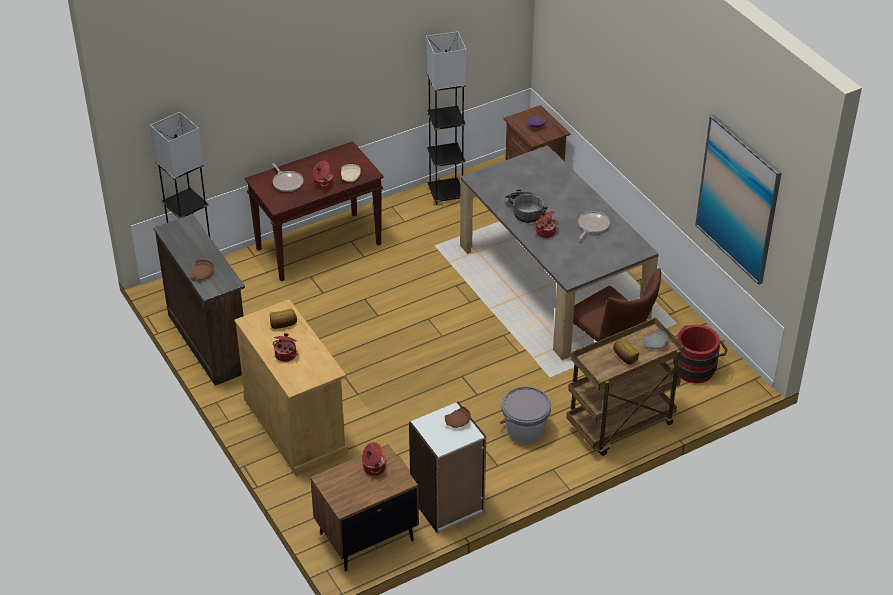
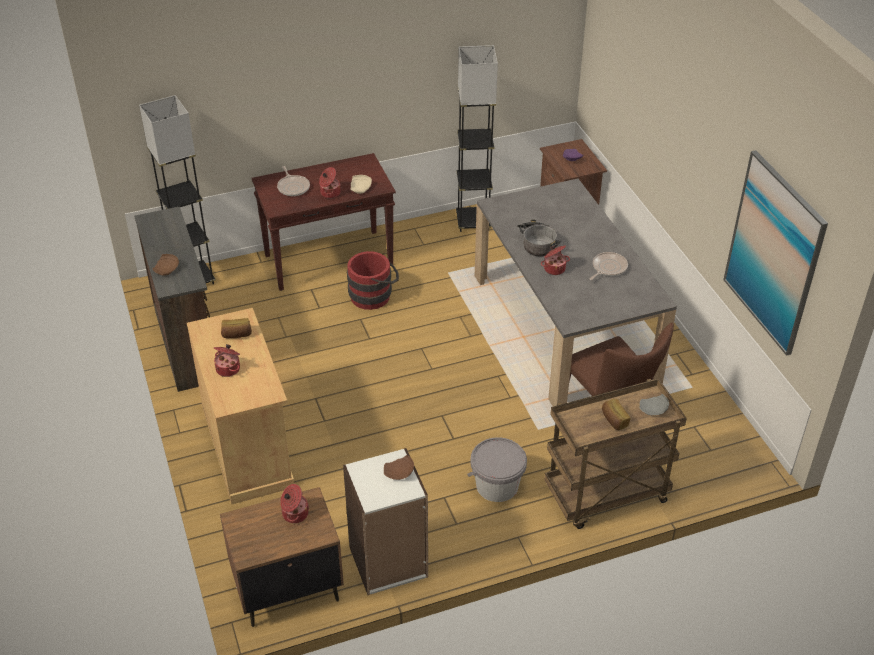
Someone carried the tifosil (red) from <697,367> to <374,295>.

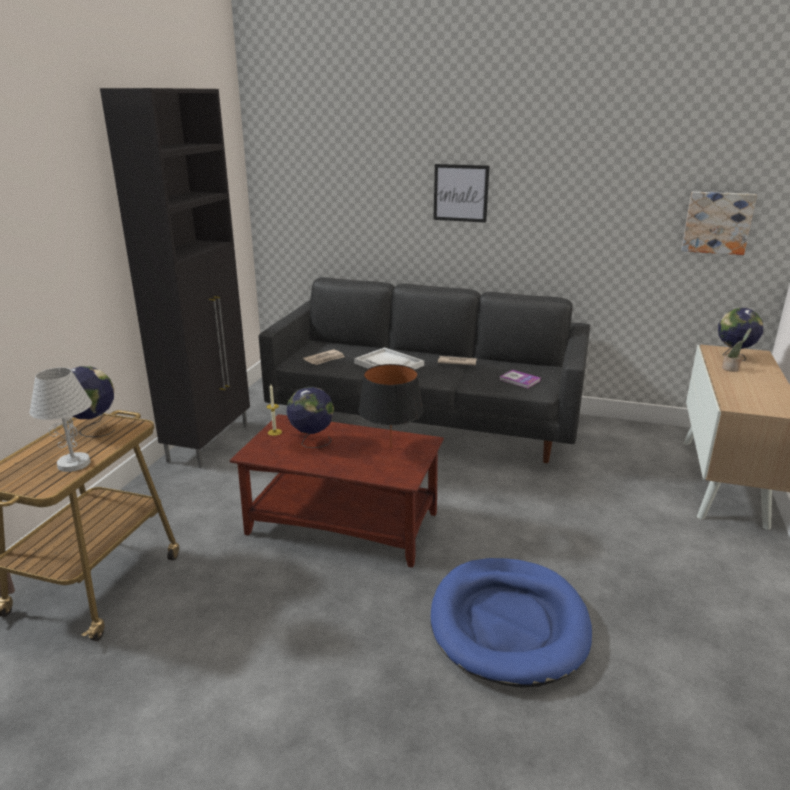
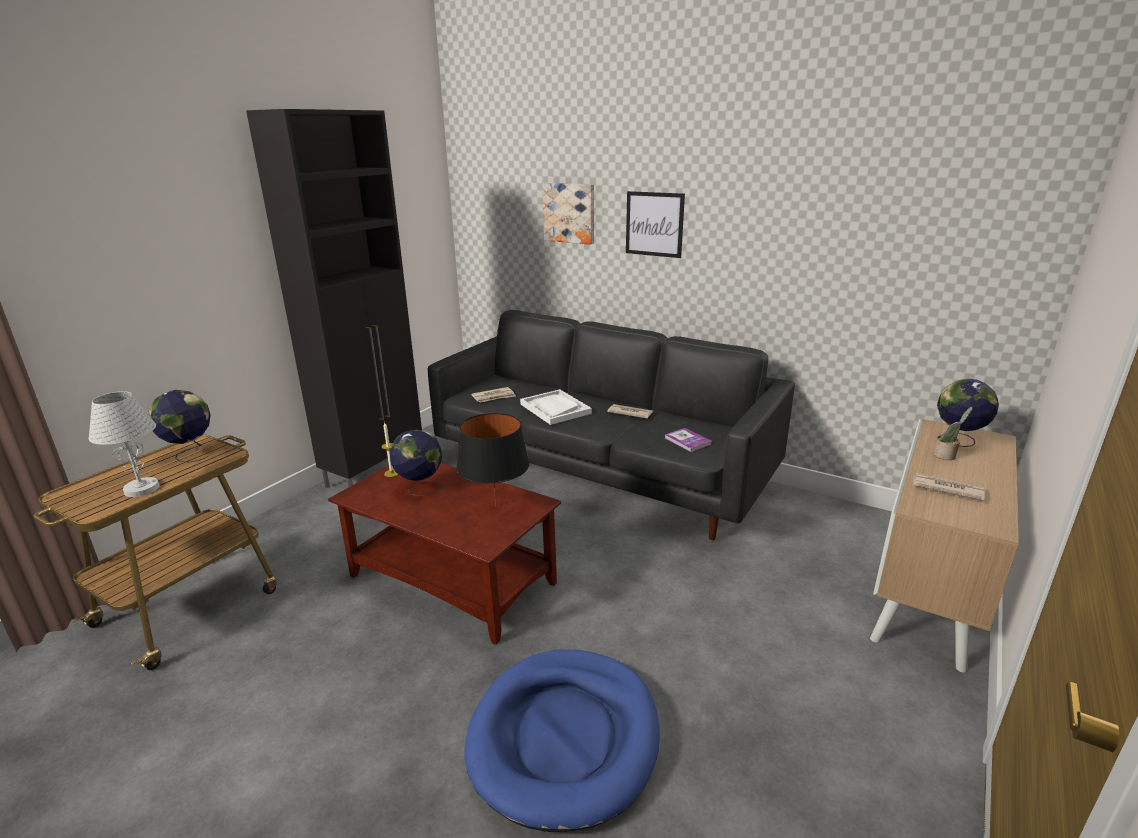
Someone carried the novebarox from <717,222> to <570,213>.
Someone put down the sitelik at <946,488>.

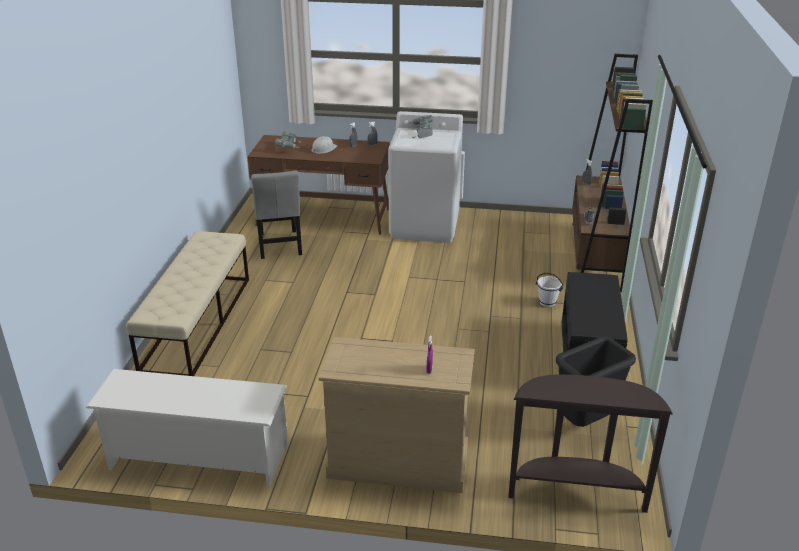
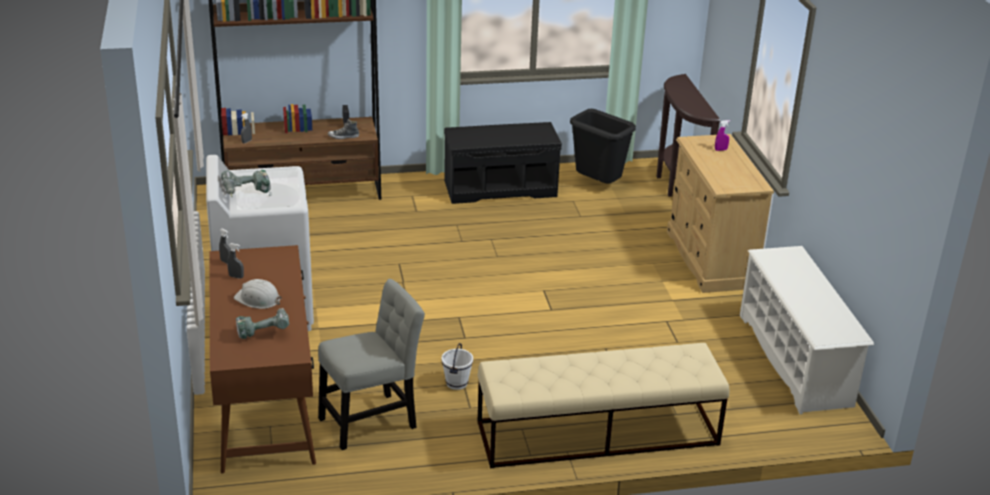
Someone carried the tifosil (white) from <547,303> to <457,383>.

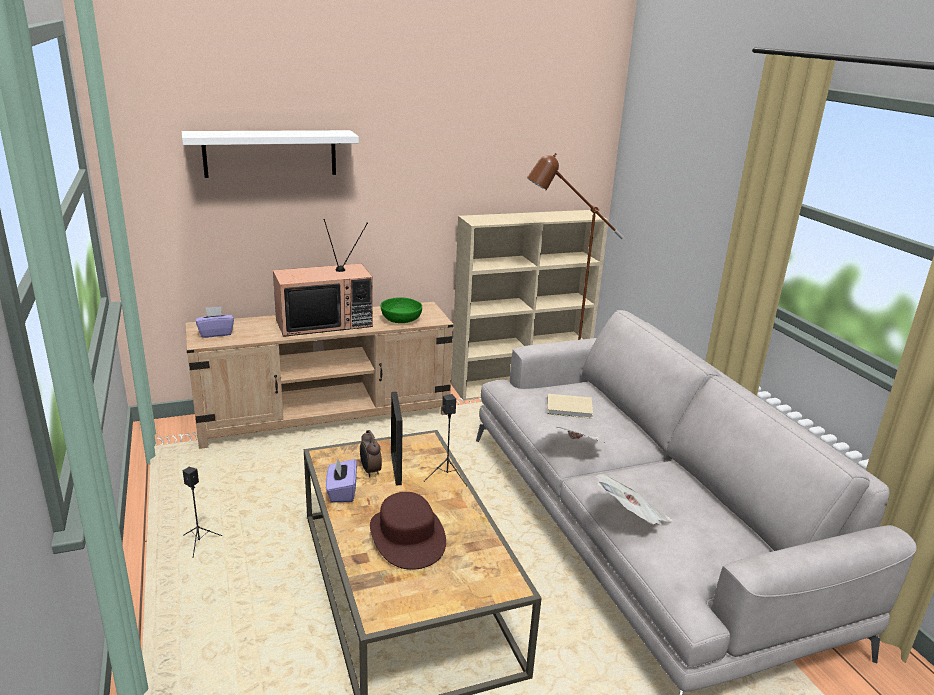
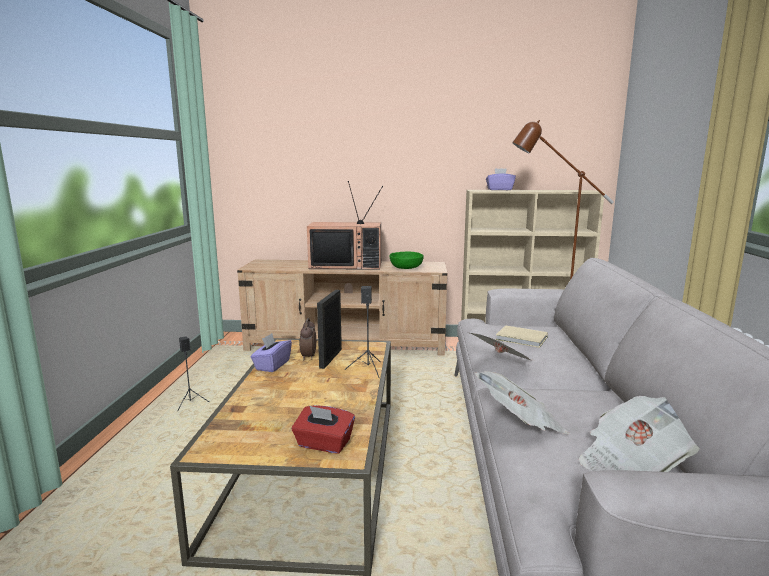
Someone took away the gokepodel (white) at <270,153>.
Someone carried the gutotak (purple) from <216,333> to <499,190>.
Someone took away the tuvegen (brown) at <407,537>.
Someone put down the sitelik at <632,463>.
Someone put down the gutotak (red) at <323,444>.

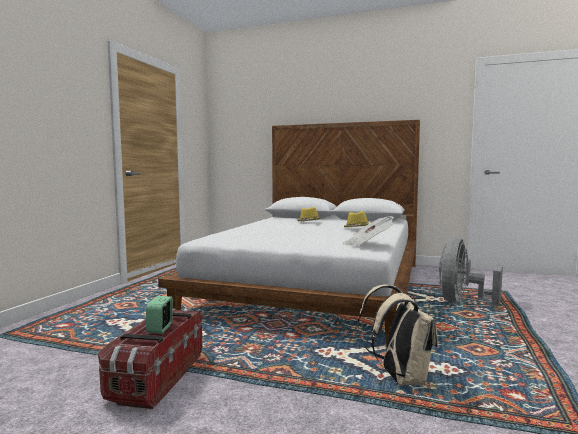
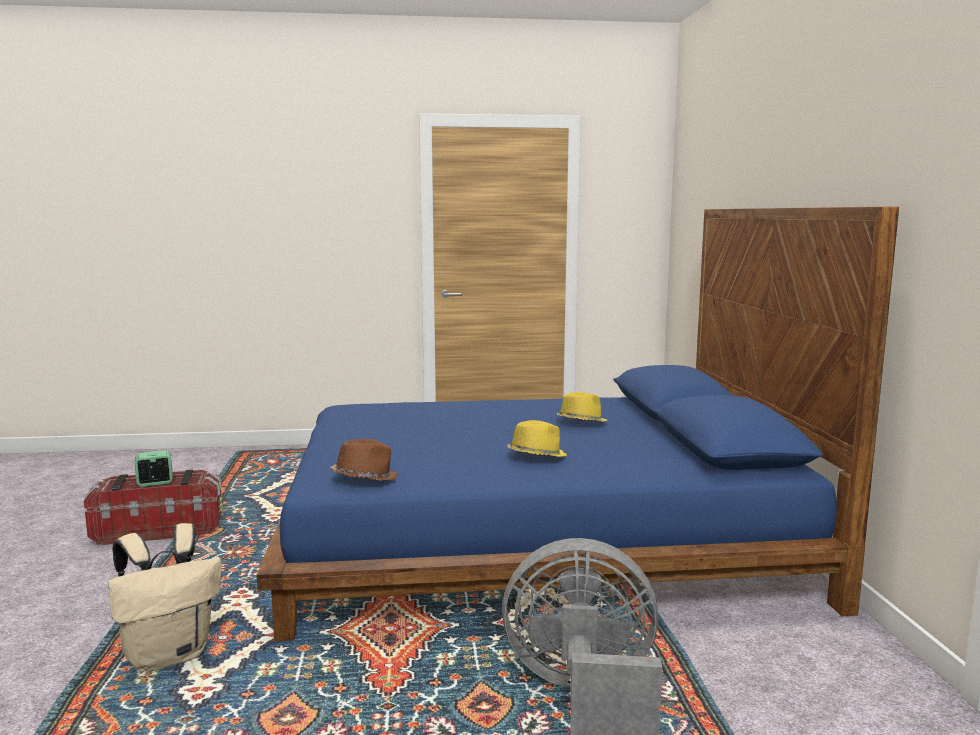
Someone repainted the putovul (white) at <316,286>, which became the putovul (blue) at <536,541>.
Someone swapped the sitelik at <368,244> for the tuvegen (brown) at <364,478>.

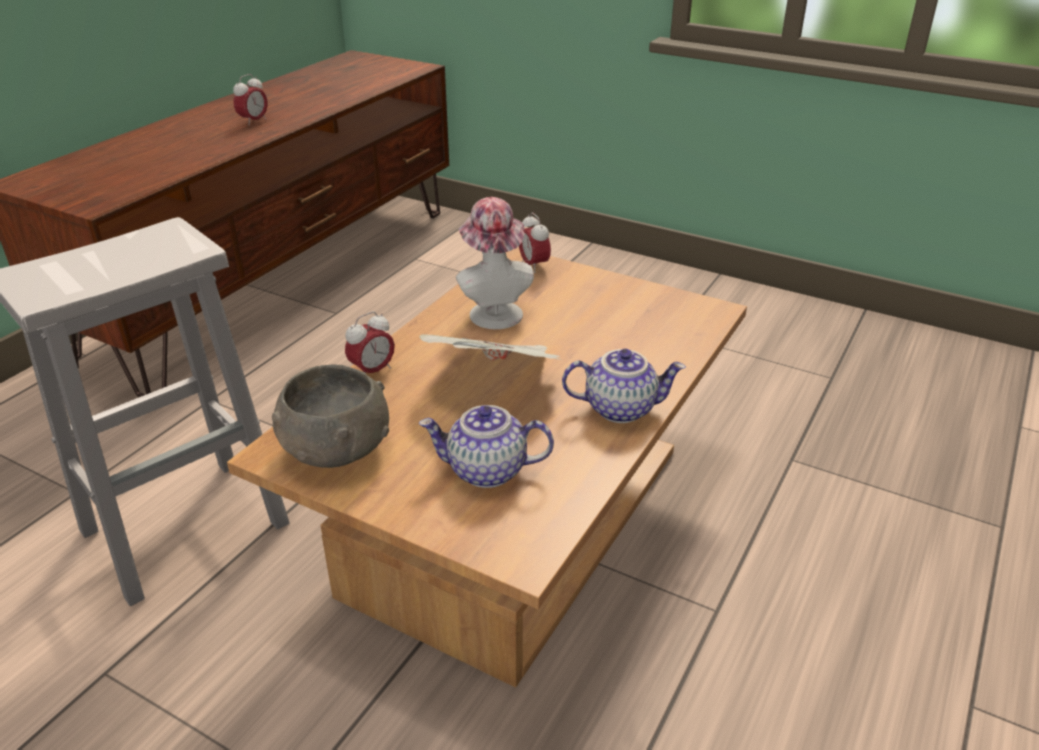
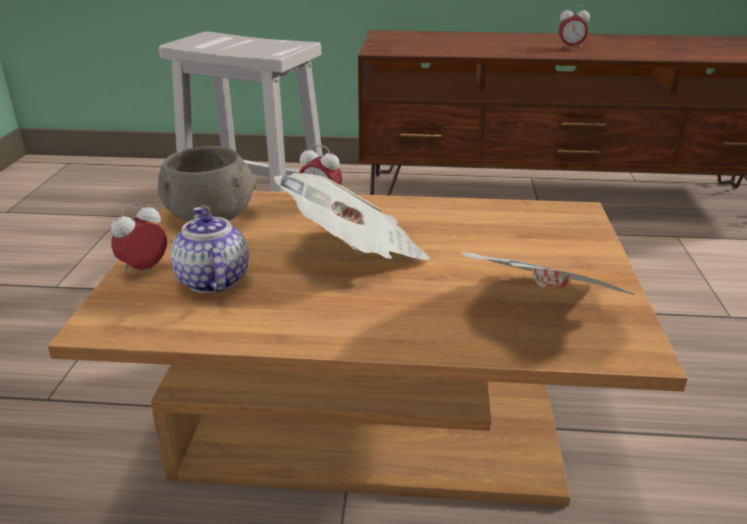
Someone took away the tuvegen at <493,311>.
Someone carried the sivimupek from <534,265> to <144,269>.
Someone took away the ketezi at <620,408>.
Someone put down the sitelik at <544,311>.

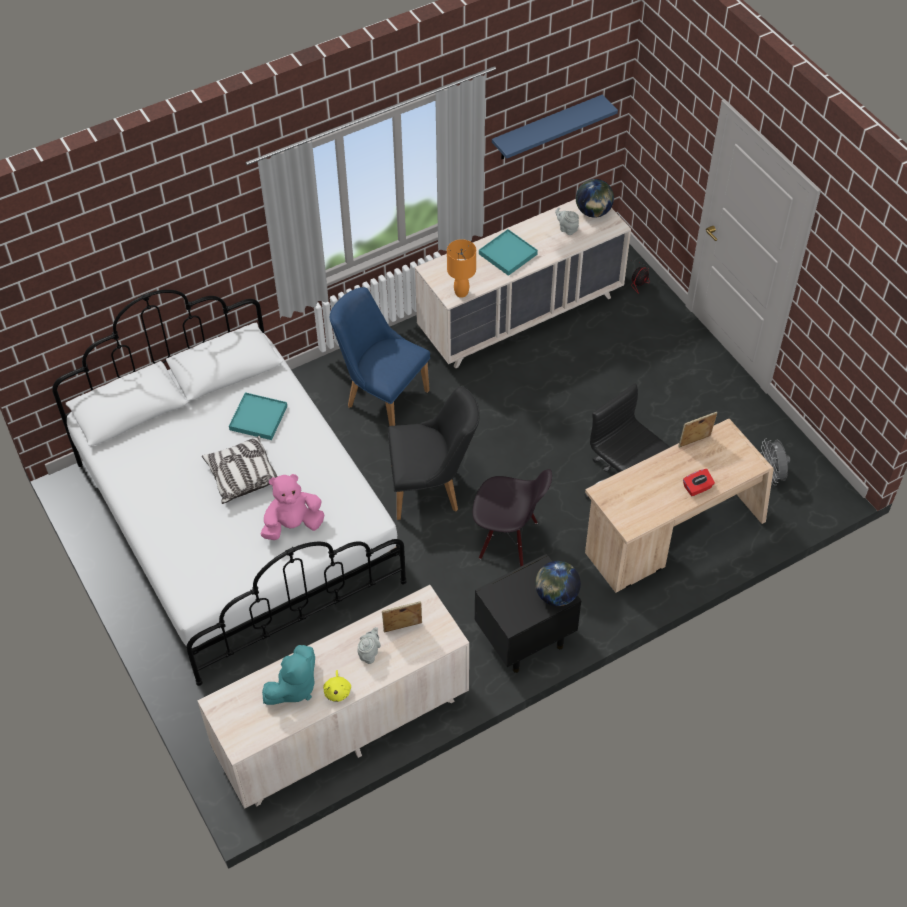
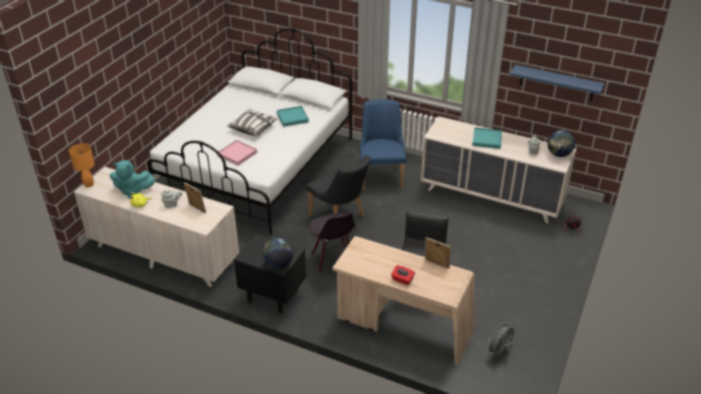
Someone carried the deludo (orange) from <462,293> to <89,184>.
Someone swapped the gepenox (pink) at <293,525> for the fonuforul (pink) at <237,154>.

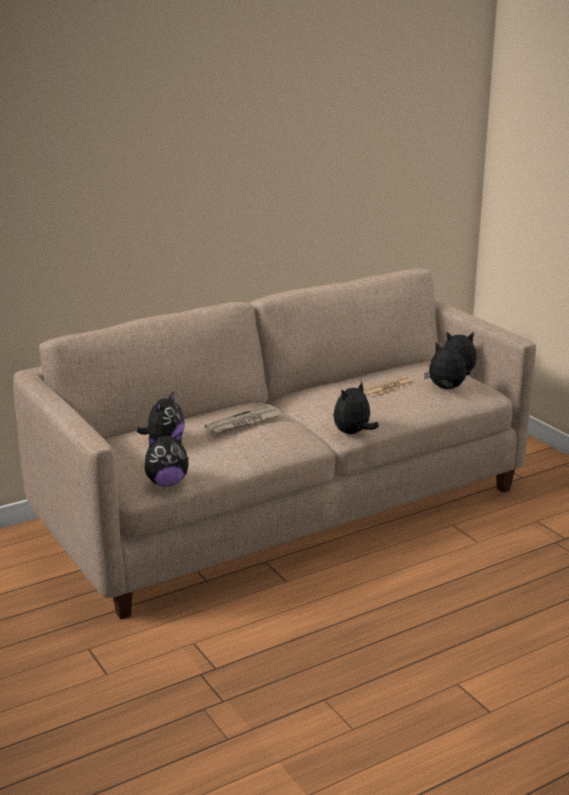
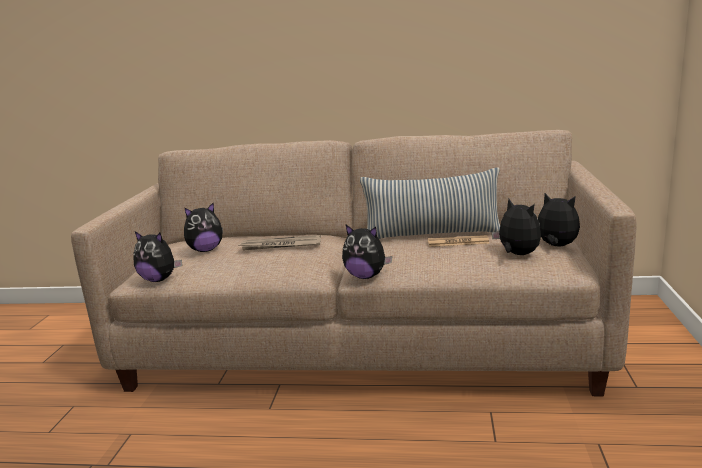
Someone rotated the gepenox at <353,433> by 150 degrees counterclockwise.
Someone put down the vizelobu at <432,235>.

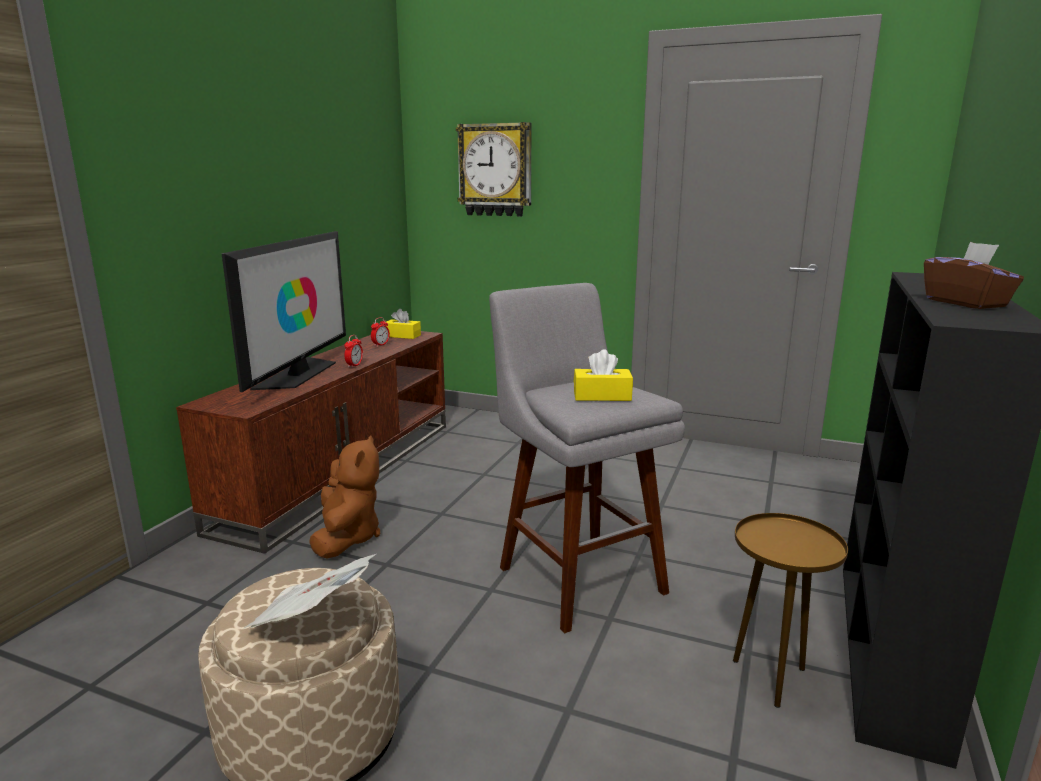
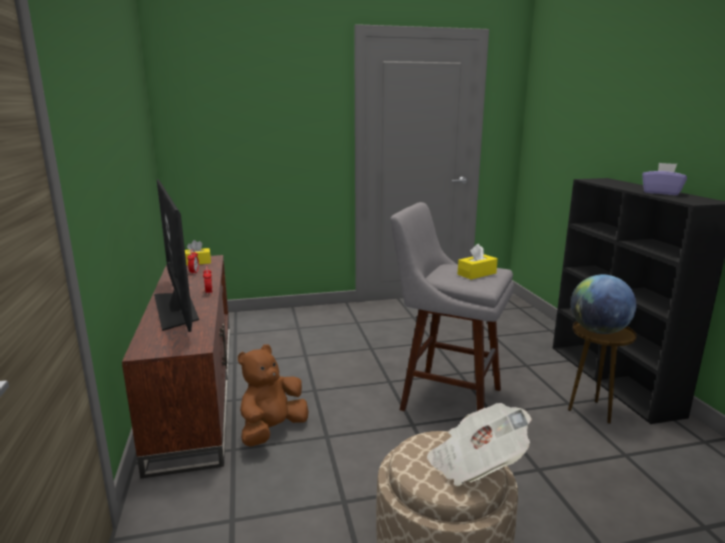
Someone took away the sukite at <495,170>.
Someone repainted the gutotak (brown) at <966,303>, which became the gutotak (purple) at <662,193>.
Someone rotated the gepenox (brown) at <347,537> by 105 degrees counterclockwise.
Someone put down the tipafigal at <598,331>.

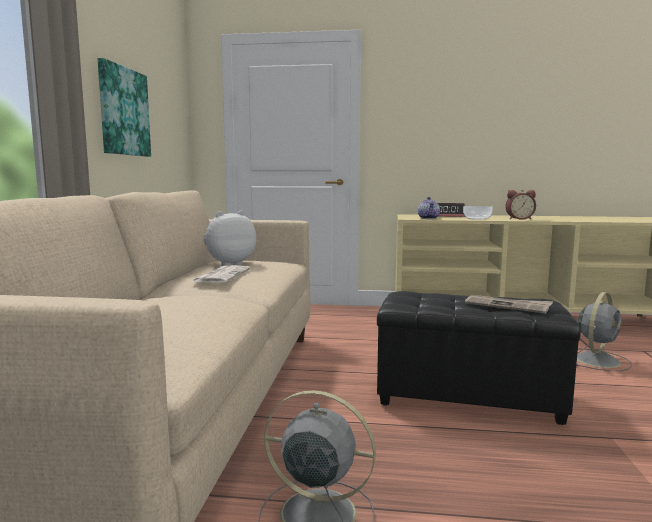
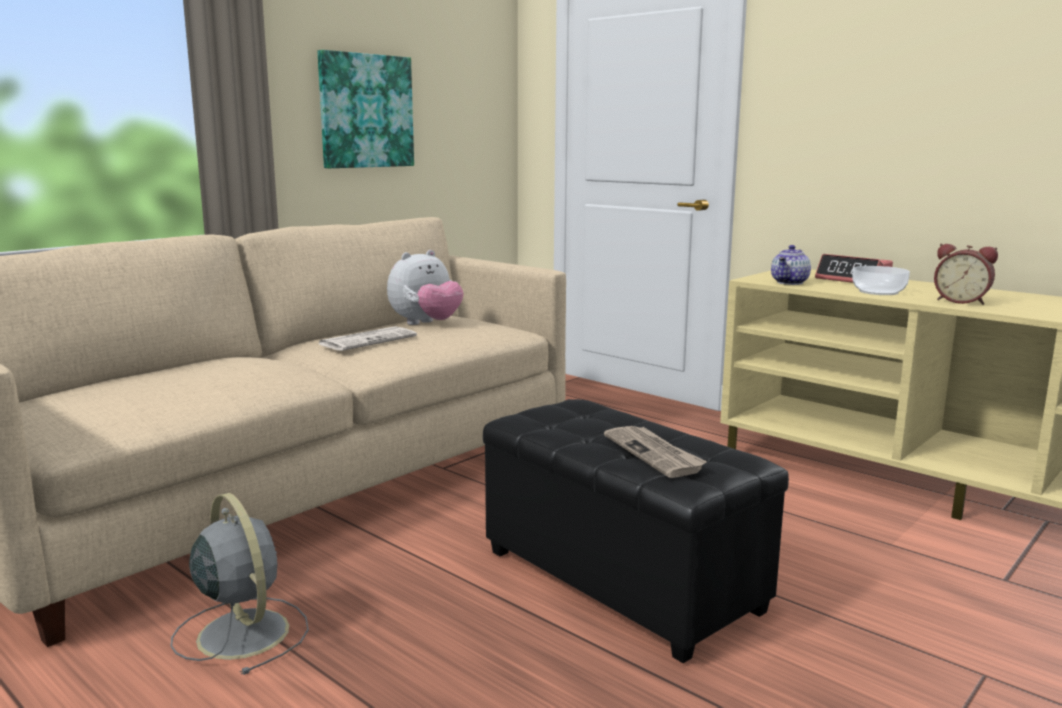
Someone rotated the gepenox at <229,264> by 135 degrees clockwise.
Someone took away the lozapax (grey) at <597,360>.

